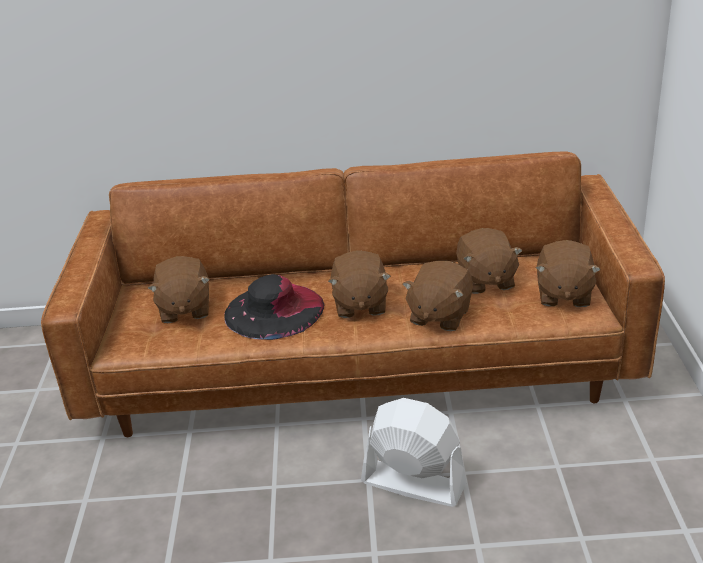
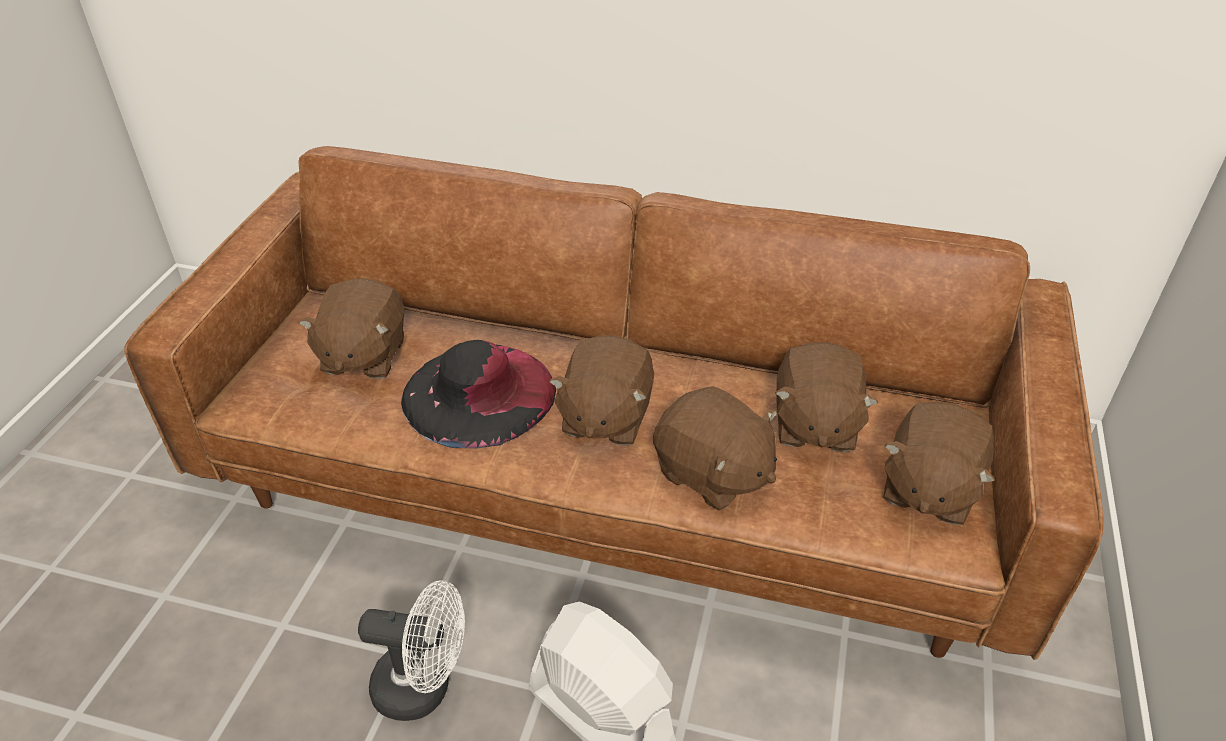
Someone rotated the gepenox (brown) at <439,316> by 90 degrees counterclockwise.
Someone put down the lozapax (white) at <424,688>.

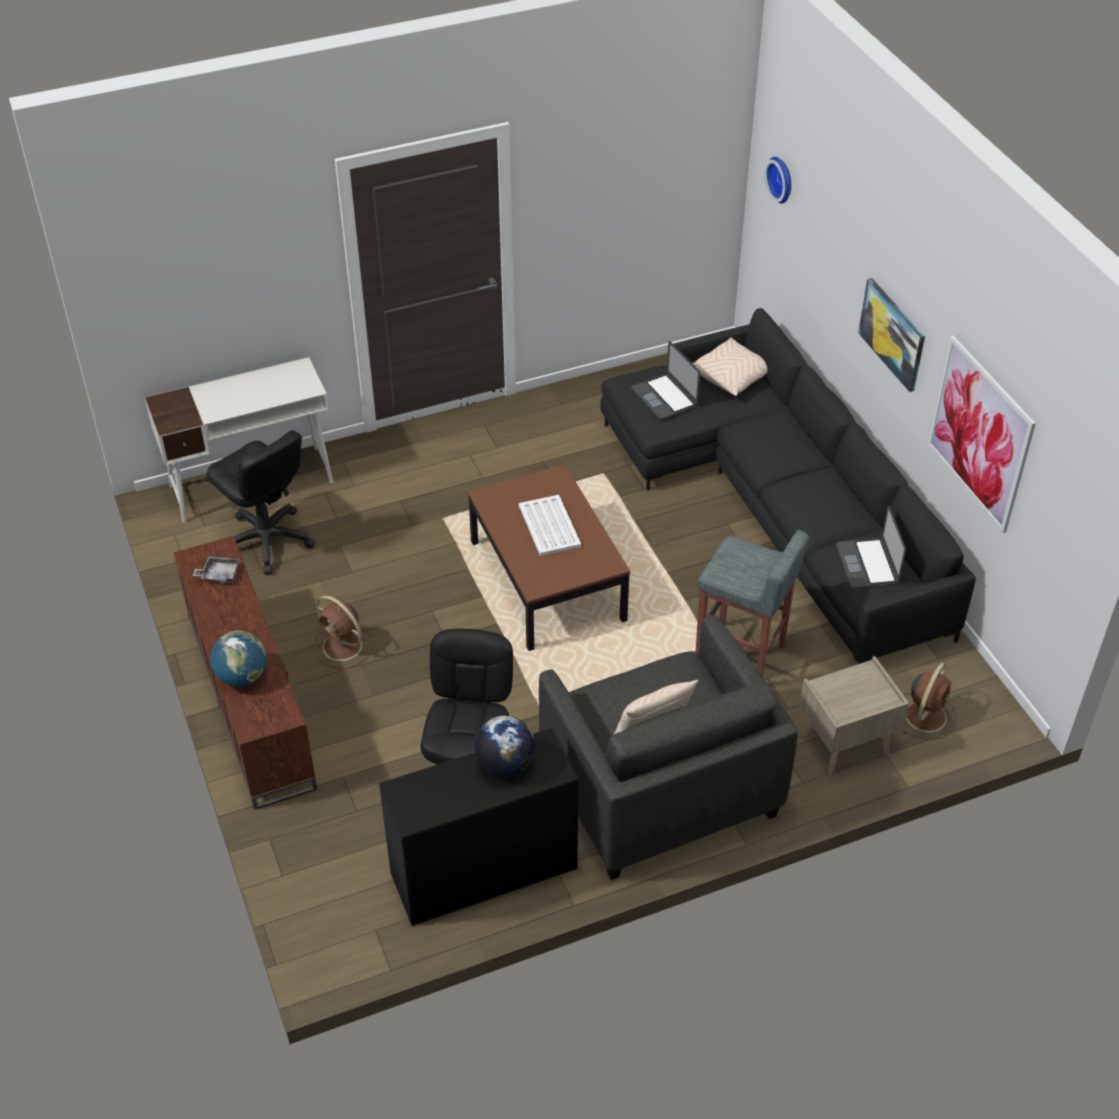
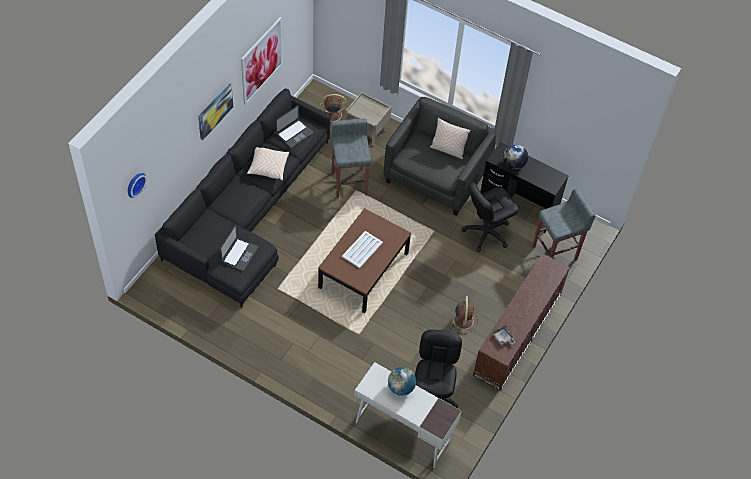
Someone carried the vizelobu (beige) from <731,376> to <268,167>.
Someone carried the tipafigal from <242,677> to <401,388>.
Someone put down the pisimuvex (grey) at <555,253>.

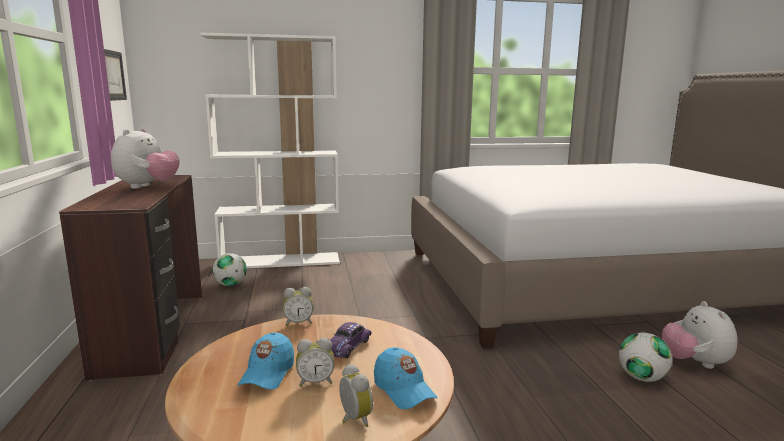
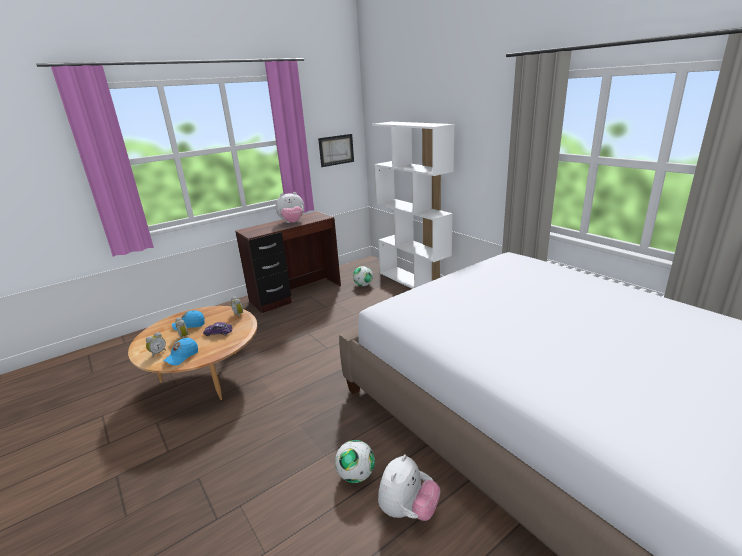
Someone rotated the gepenox at <695,363> by 150 degrees clockwise.

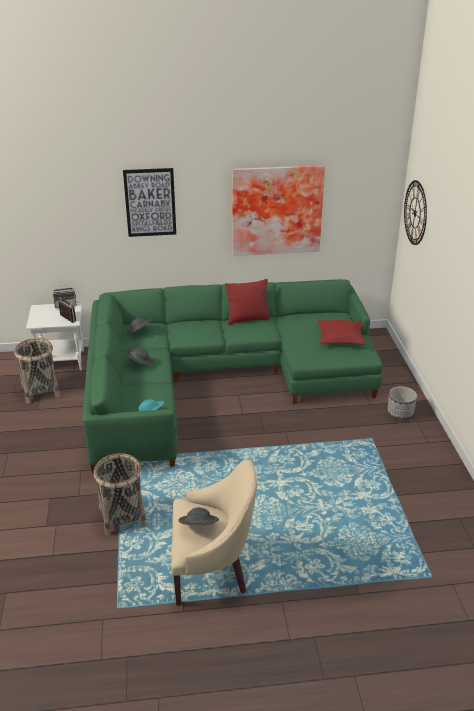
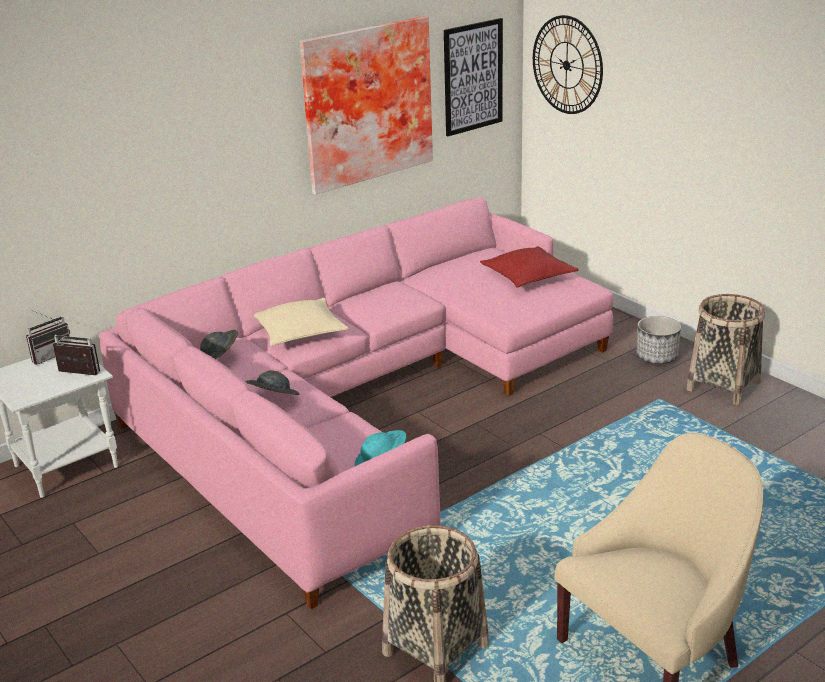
Someone carried the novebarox from <150,202> to <473,77>.
Someone repainted the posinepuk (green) at <218,379>, which became the posinepuk (pink) at <364,402>.
Someone took away the vizelobu (red) at <247,319>.
Someone carried the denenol from <41,391> to <723,386>.
Someone took away the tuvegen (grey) at <198,526>.
Someone put down the vizelobu (beige) at <300,332>.

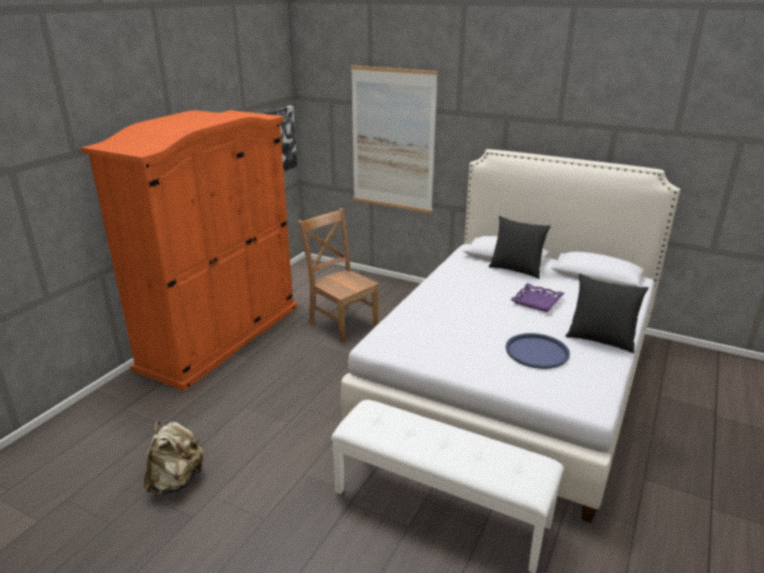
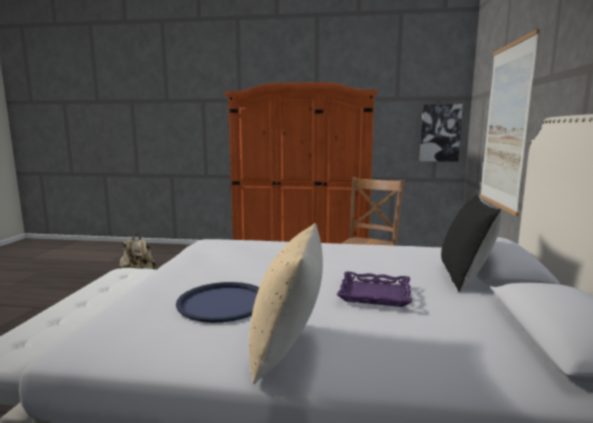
Someone repainted the vizelobu (black) at <600,339>, which became the vizelobu (beige) at <287,348>.

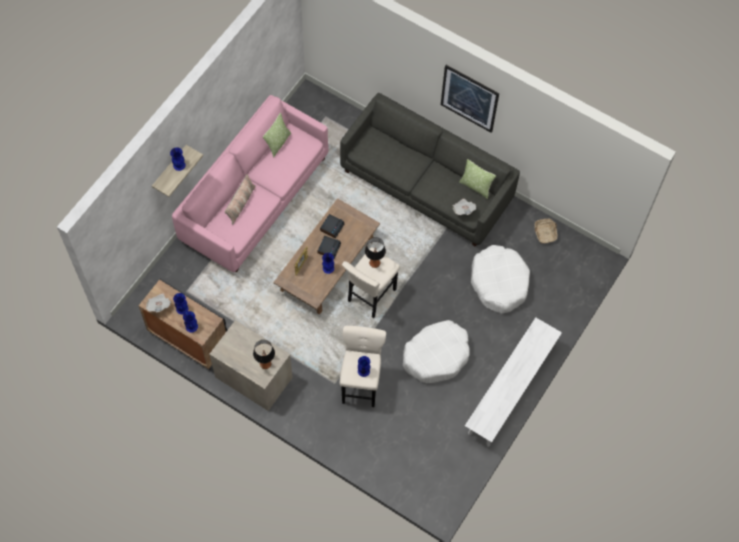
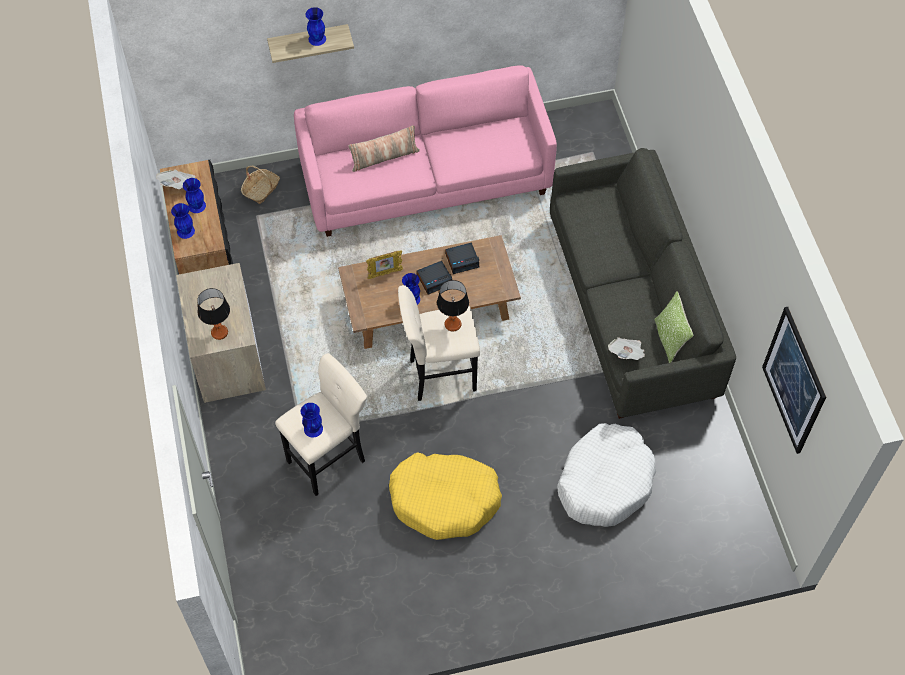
Someone carried the novebarox from <469,98> to <794,381>.
Someone took away the vizelobu at <278,143>.
Someone carried the denenol from <544,233> to <261,190>.
Someone took away the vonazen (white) at <510,390>.
Someone repainted the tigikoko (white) at <436,355>, which became the tigikoko (yellow) at <444,500>.

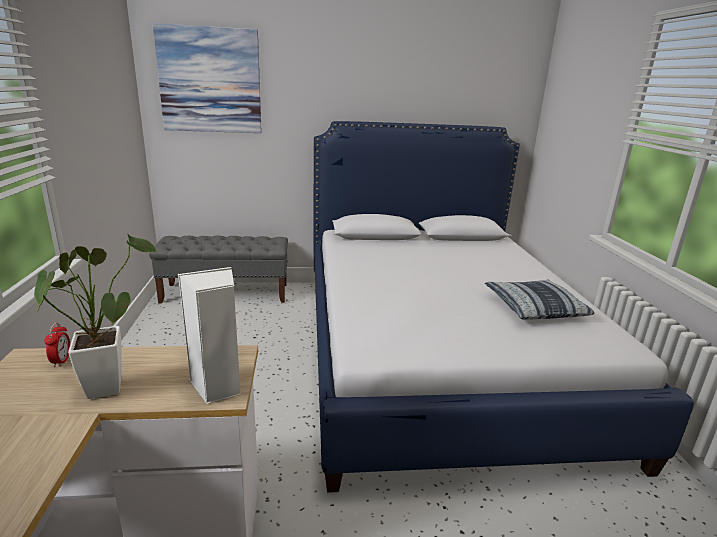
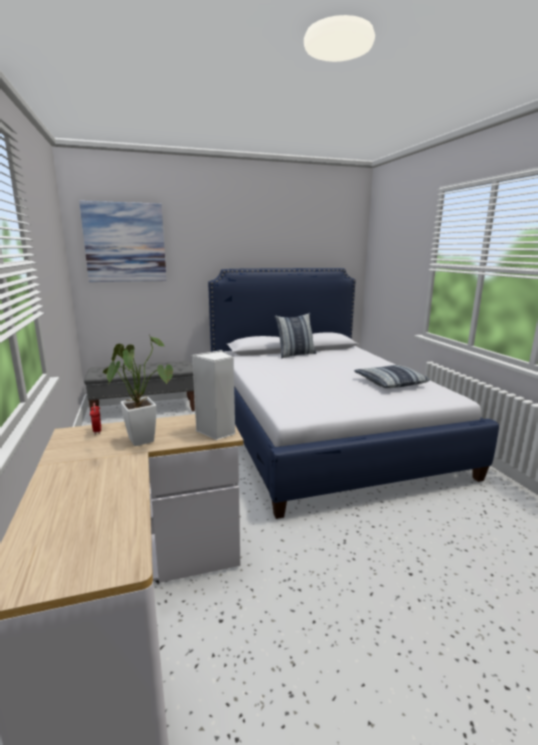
Someone put down the vizelobu at <295,354>.

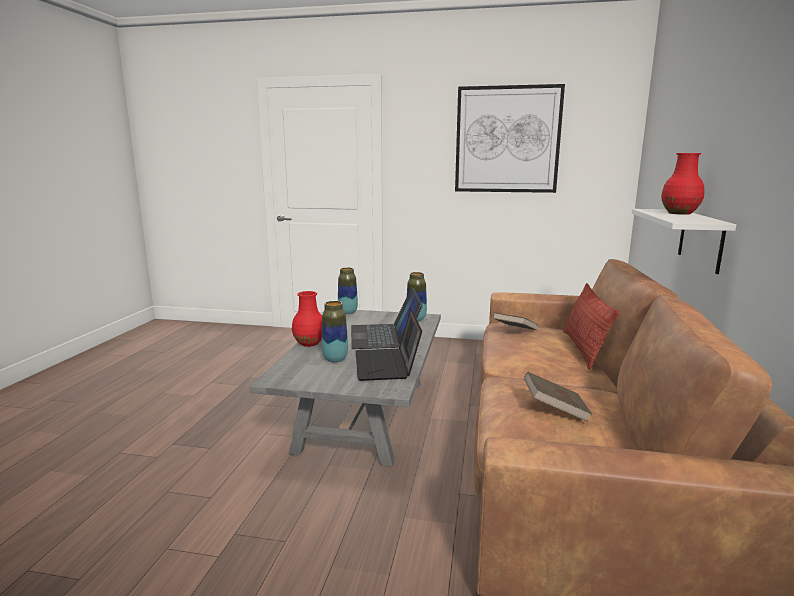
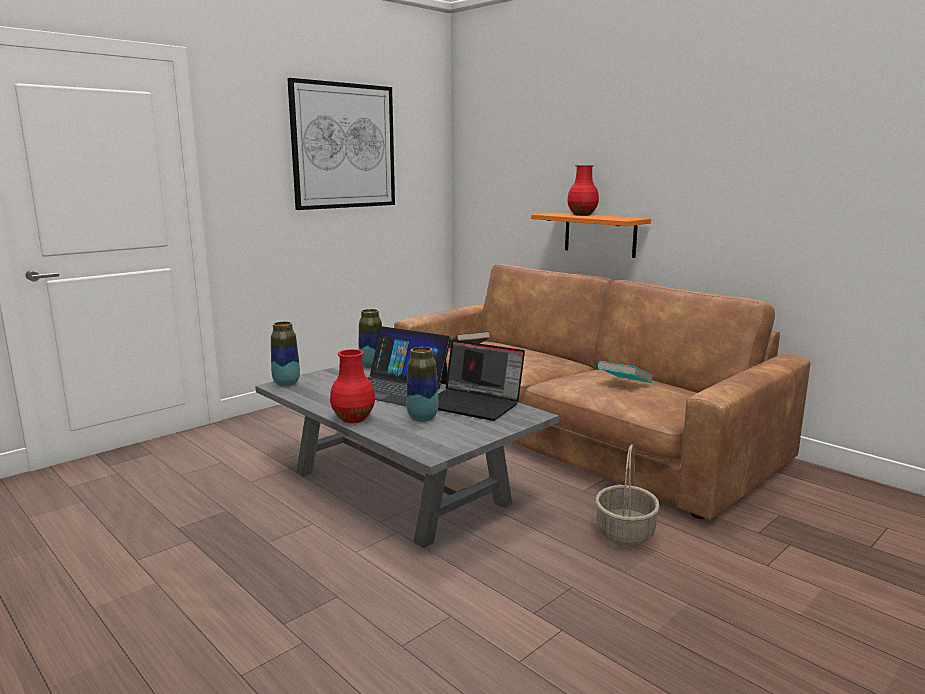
Someone repainted the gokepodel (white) at <700,239>, which became the gokepodel (orange) at <600,234>.
Someone took away the vizelobu at <583,349>.
Someone repainted the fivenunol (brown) at <555,410>, which became the fivenunol (turquoise) at <624,385>.
Someone put down the denenol at <625,533>.

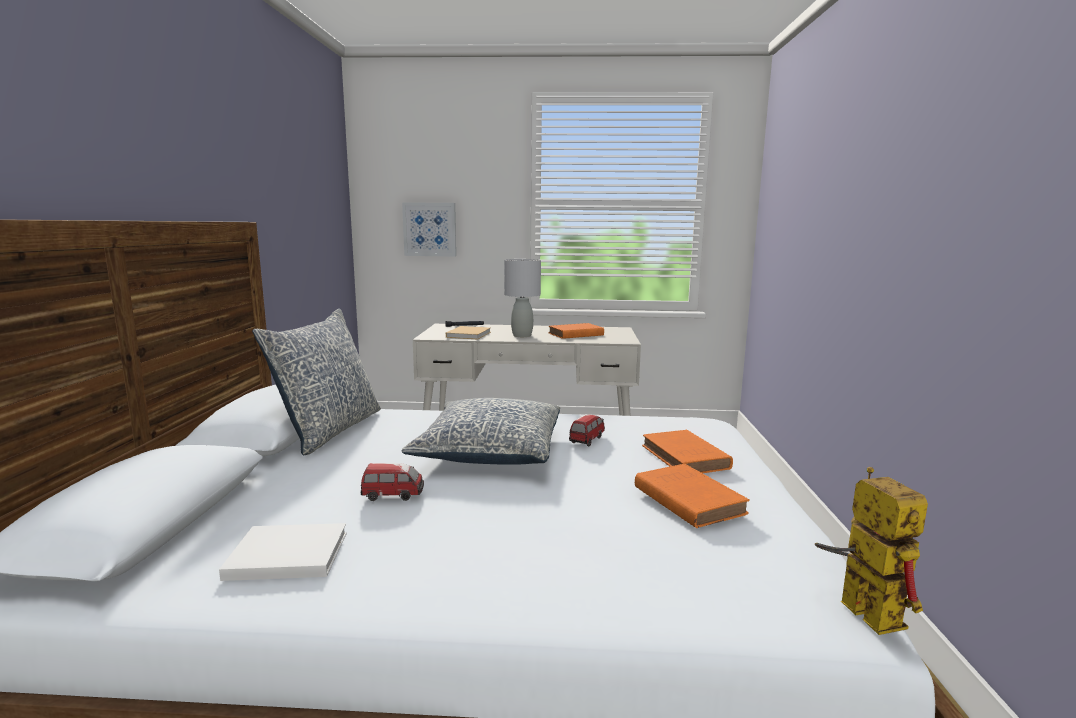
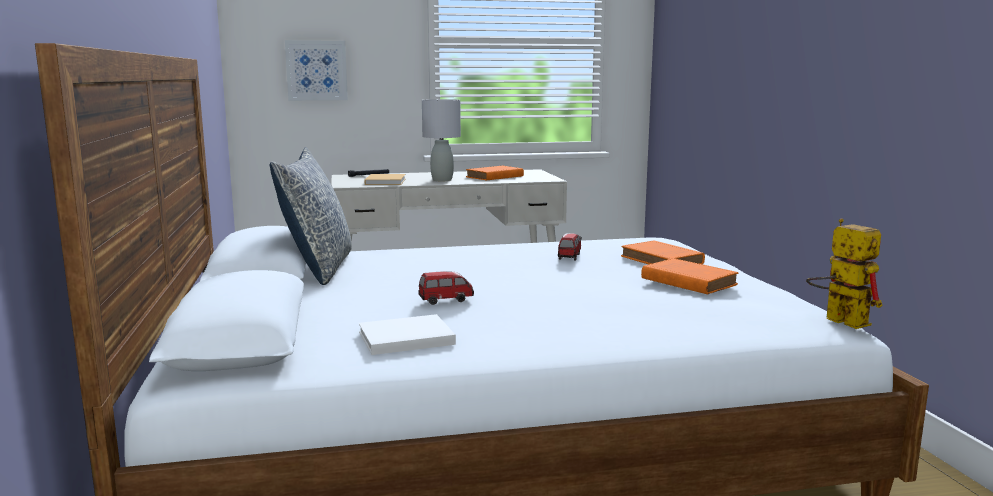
Someone took away the vizelobu at <490,450>.

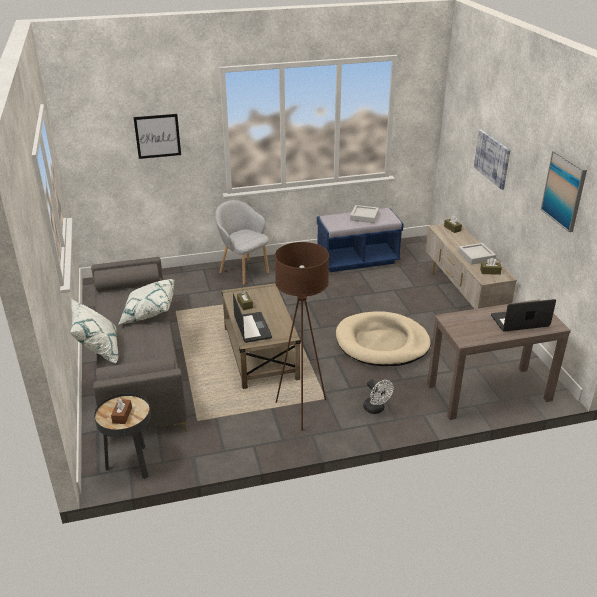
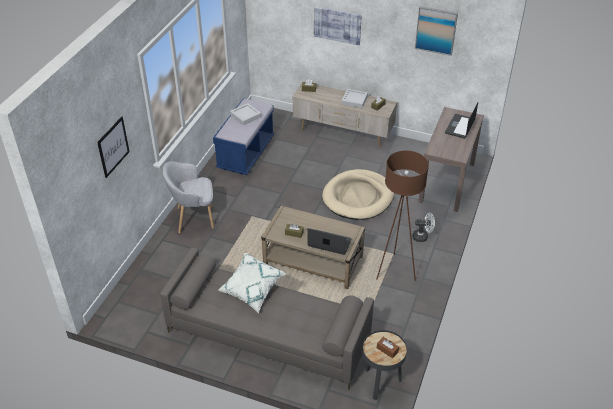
Someone took away the vizelobu (white) at <98,350>.

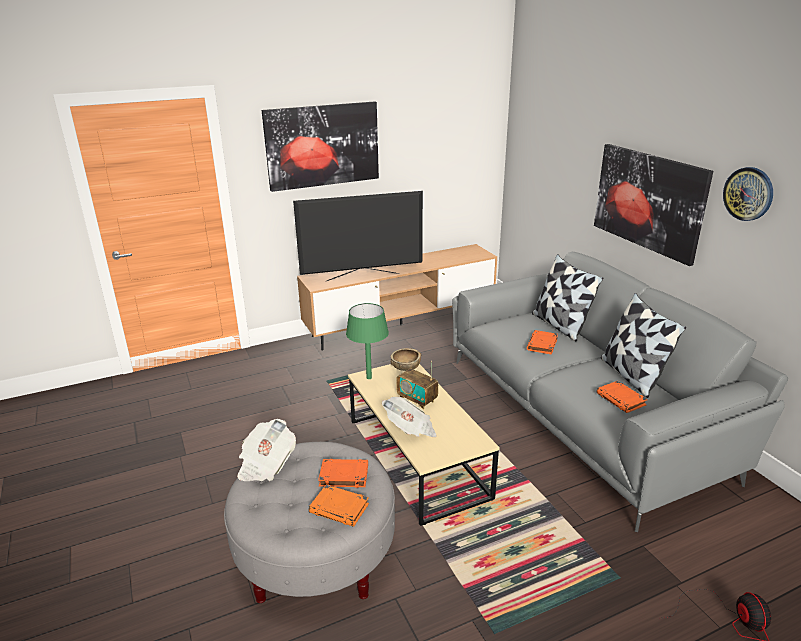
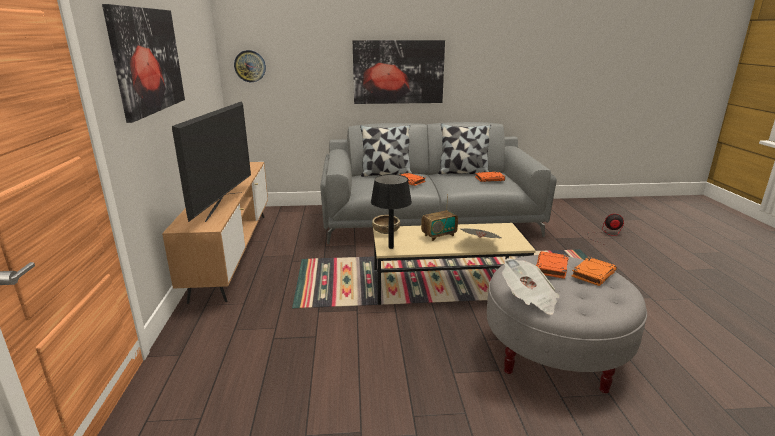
Someone carried the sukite from <748,194> to <250,66>.
Someone repainted the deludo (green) at <369,377>, which became the deludo (black) at <390,247>.

